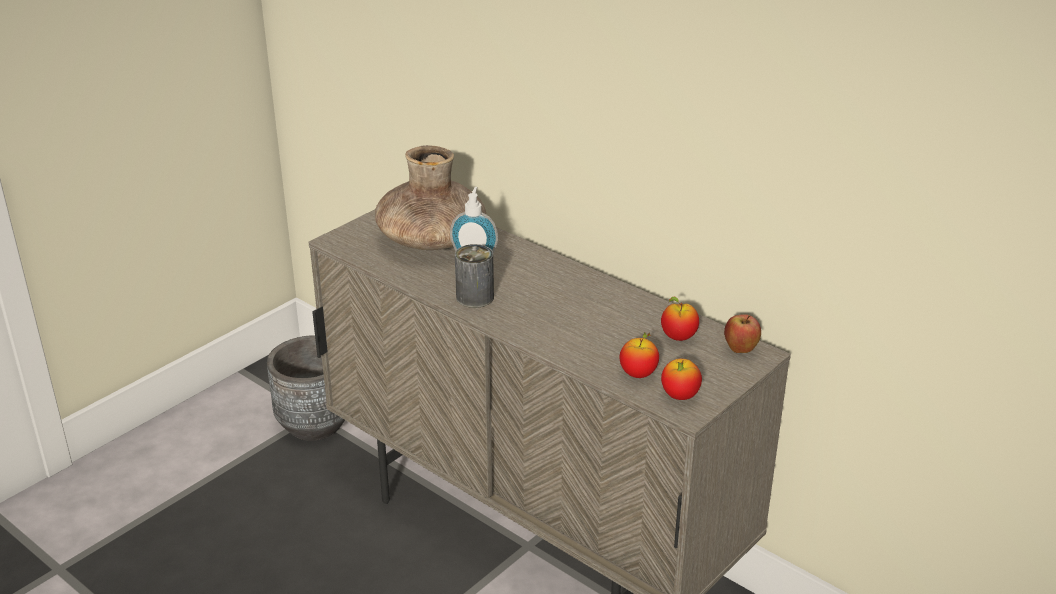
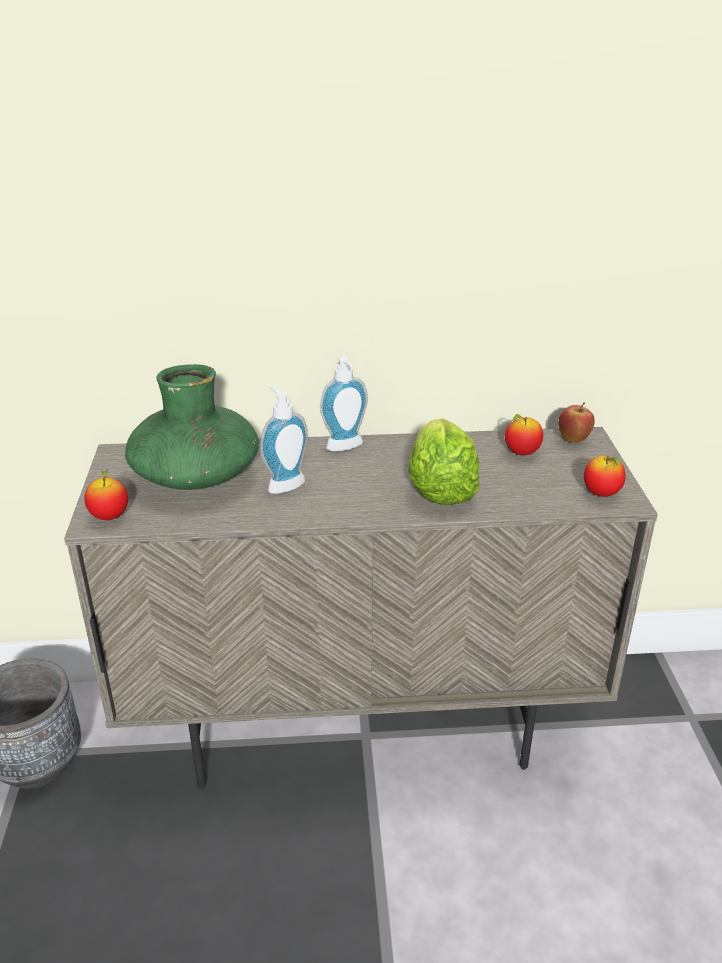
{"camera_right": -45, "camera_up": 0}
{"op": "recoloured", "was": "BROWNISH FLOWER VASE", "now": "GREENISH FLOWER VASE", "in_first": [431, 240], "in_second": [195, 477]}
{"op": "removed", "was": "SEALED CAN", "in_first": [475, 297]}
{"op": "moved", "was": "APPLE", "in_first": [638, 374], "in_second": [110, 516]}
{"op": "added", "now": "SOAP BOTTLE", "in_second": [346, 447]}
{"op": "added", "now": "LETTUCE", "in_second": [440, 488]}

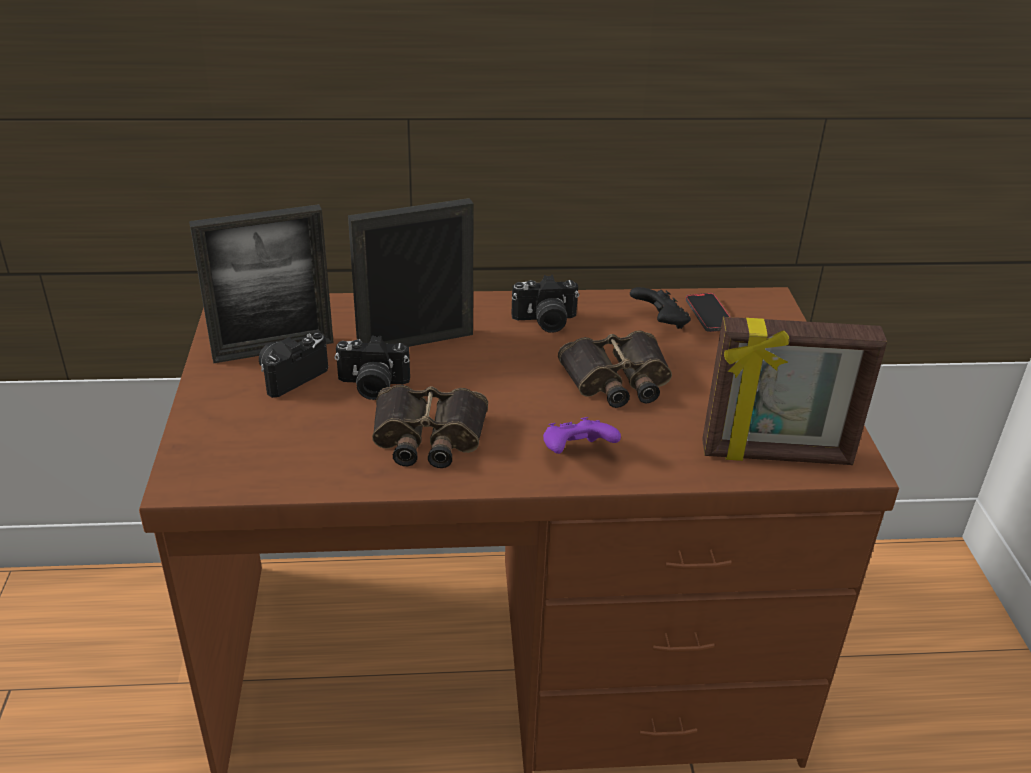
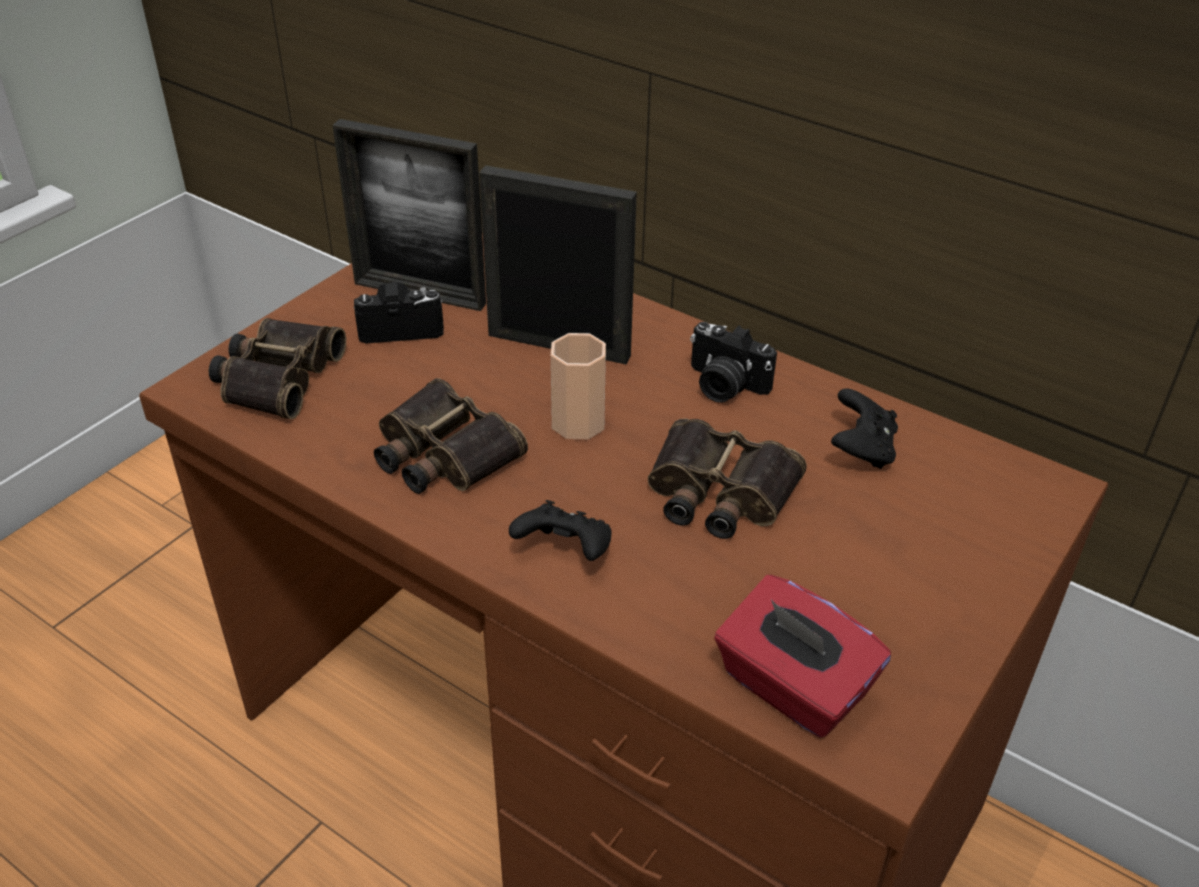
{"camera_right": 40, "camera_up": 5}
{"op": "removed", "was": "STILL CAMERA", "in_first": [372, 386]}
{"op": "recoloured", "was": "PURPLE-COLOURED JOYPAD", "now": "BLACK-COLOURED JOYPAD", "in_first": [577, 453], "in_second": [565, 551]}
{"op": "removed", "was": "HANDSET", "in_first": [709, 315]}
{"op": "replaced", "was": "PHOTO FRAME", "now": "RED TISSUE BOX", "in_first": [776, 456], "in_second": [792, 687]}
{"op": "added", "now": "FIELD GLASSES", "in_second": [276, 377]}
{"op": "added", "now": "CUP", "in_second": [578, 423]}

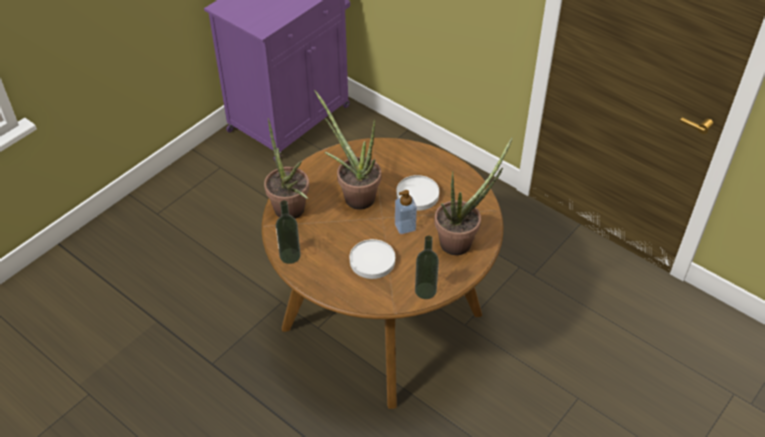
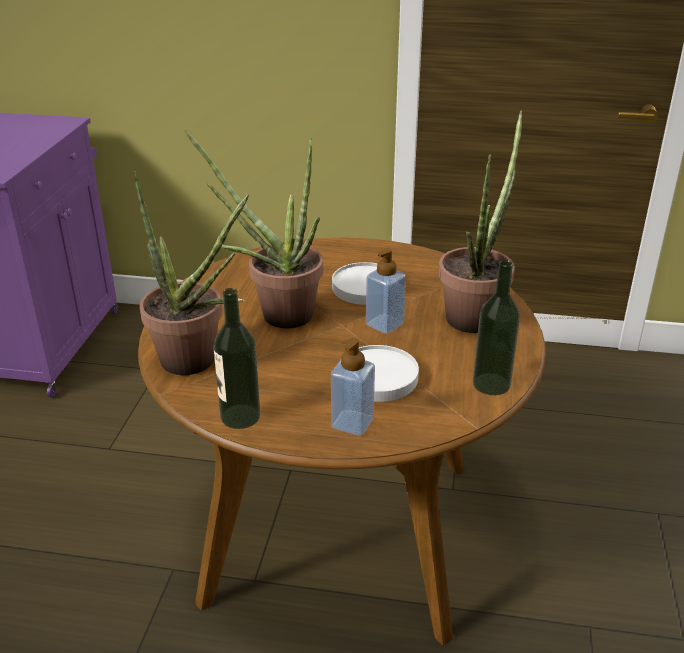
{"camera_right": -30, "camera_up": -15}
{"op": "added", "now": "SOAP BOTTLE", "in_second": [352, 423]}

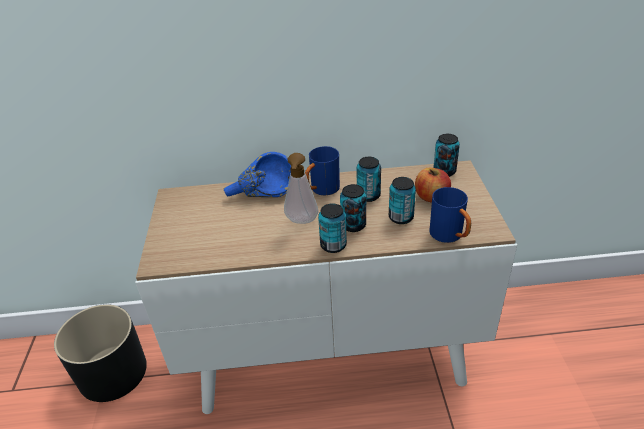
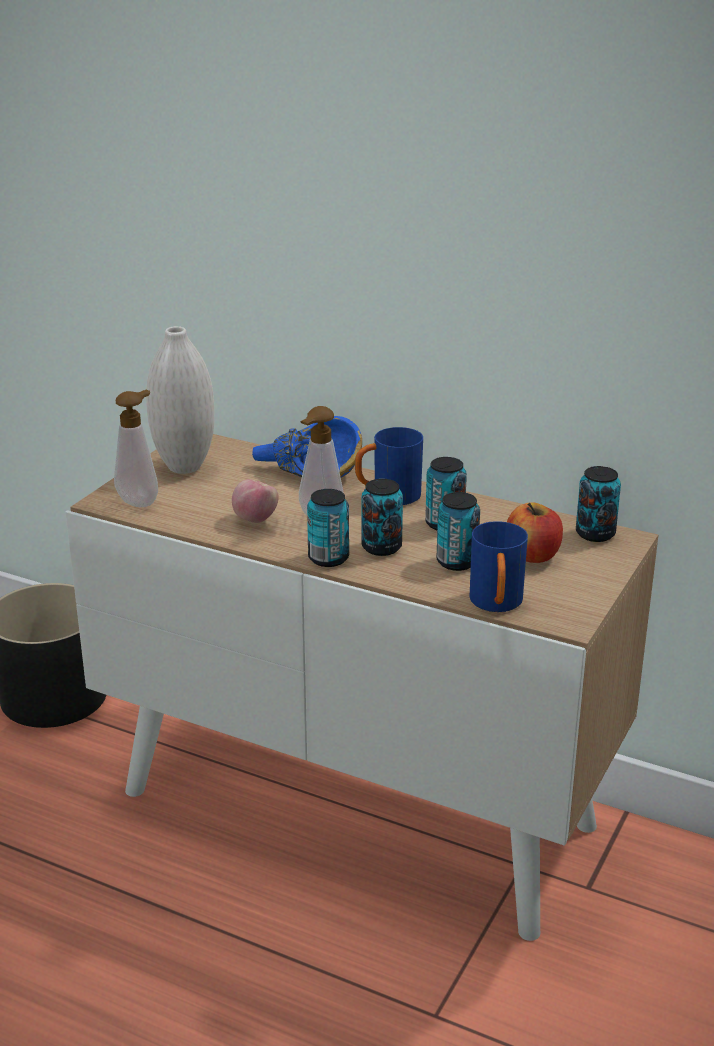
{"camera_right": 30, "camera_up": -10}
{"op": "added", "now": "SOAP BOTTLE", "in_second": [140, 501]}
{"op": "added", "now": "WHITE-COLOURED FLOWER VASE", "in_second": [184, 467]}
{"op": "added", "now": "APPLE", "in_second": [255, 519]}

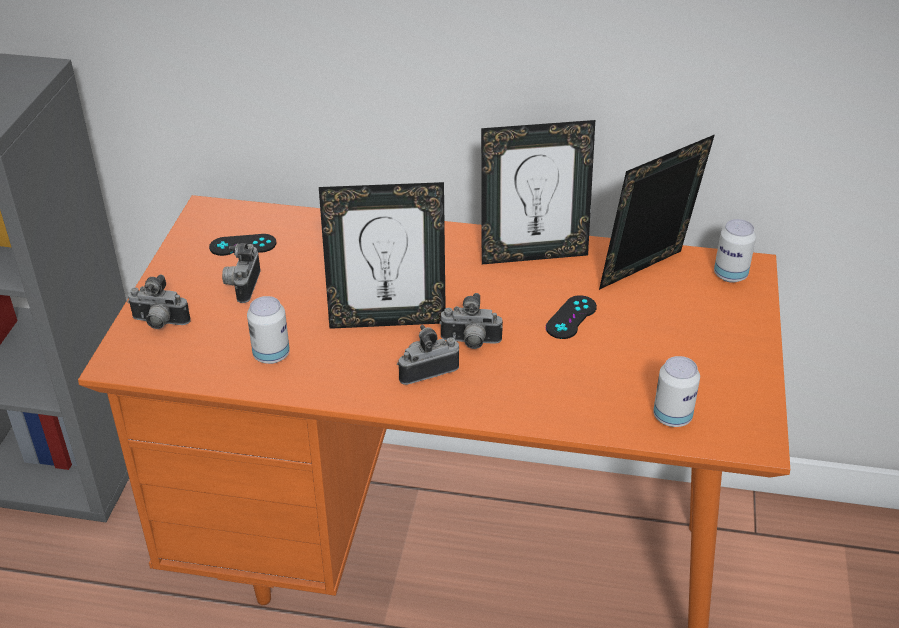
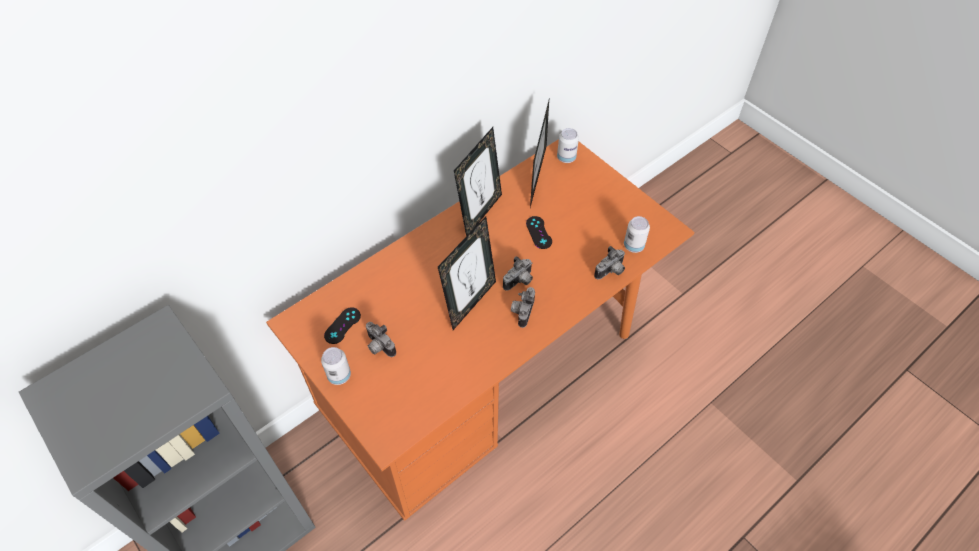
{"camera_right": -50, "camera_up": 15}
{"op": "moved", "was": "STILL CAMERA", "in_first": [159, 323], "in_second": [611, 272]}
{"op": "moved", "was": "SEALED CAN", "in_first": [271, 355], "in_second": [339, 375]}

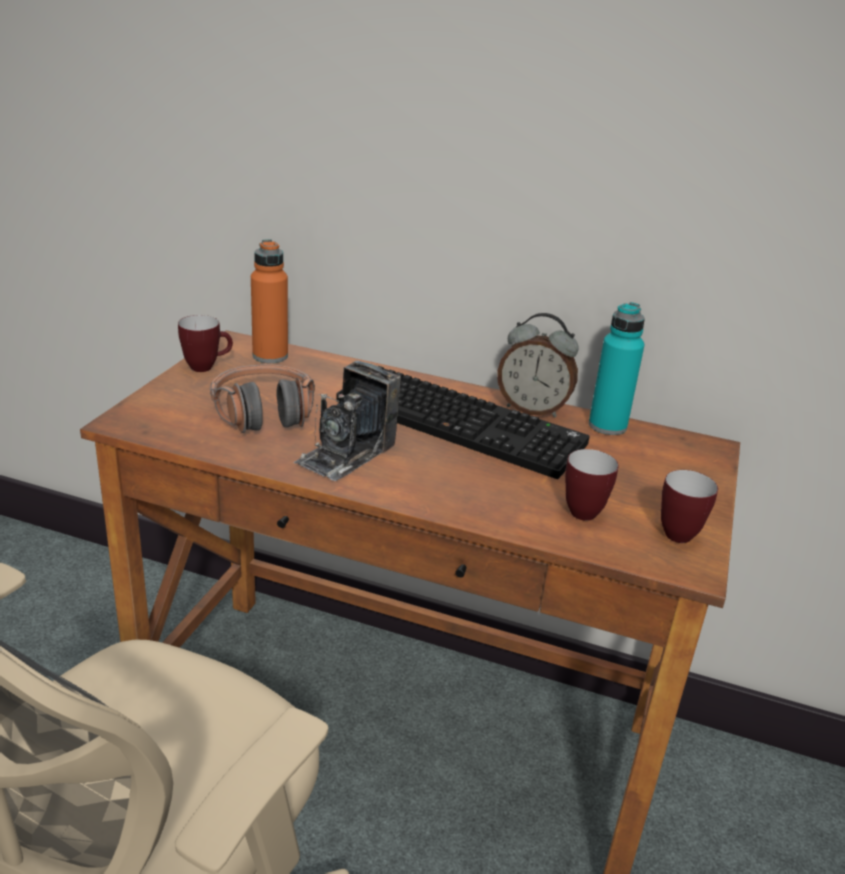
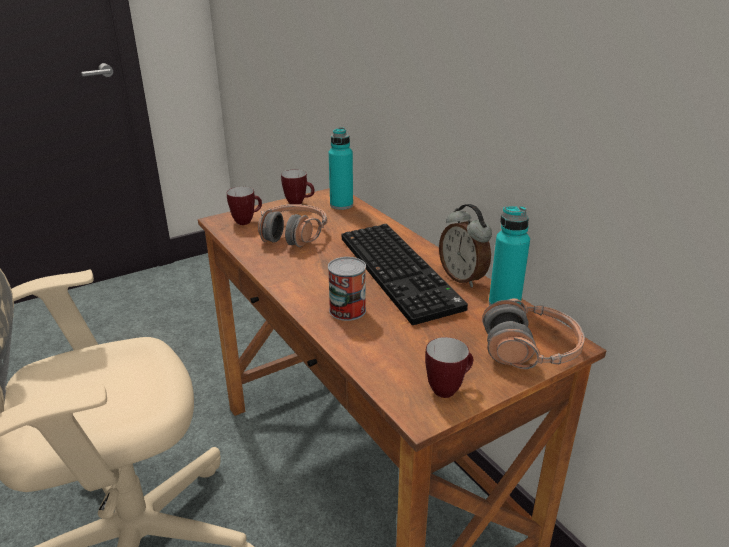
{"camera_right": 40, "camera_up": 0}
{"op": "recoloured", "was": "ORANGE-COLOURED BEVERAGE BOTTLE", "now": "TURQUOISE BEVERAGE BOTTLE", "in_first": [270, 356], "in_second": [341, 205]}
{"op": "removed", "was": "STILL CAMERA", "in_first": [346, 453]}
{"op": "moved", "was": "COFFEE MUG", "in_first": [583, 509], "in_second": [247, 221]}
{"op": "added", "now": "SEALED CAN", "in_second": [347, 310]}
{"op": "added", "now": "HEADSET", "in_second": [530, 350]}

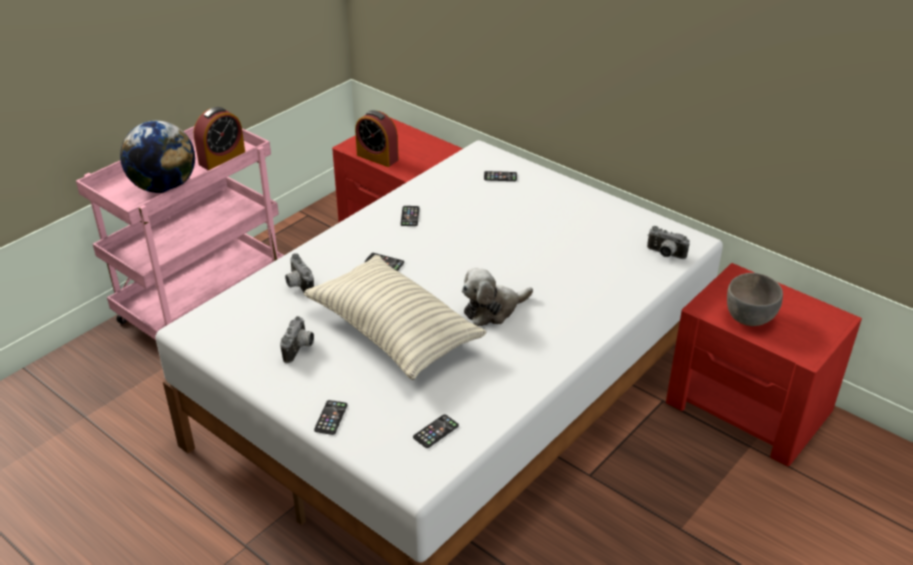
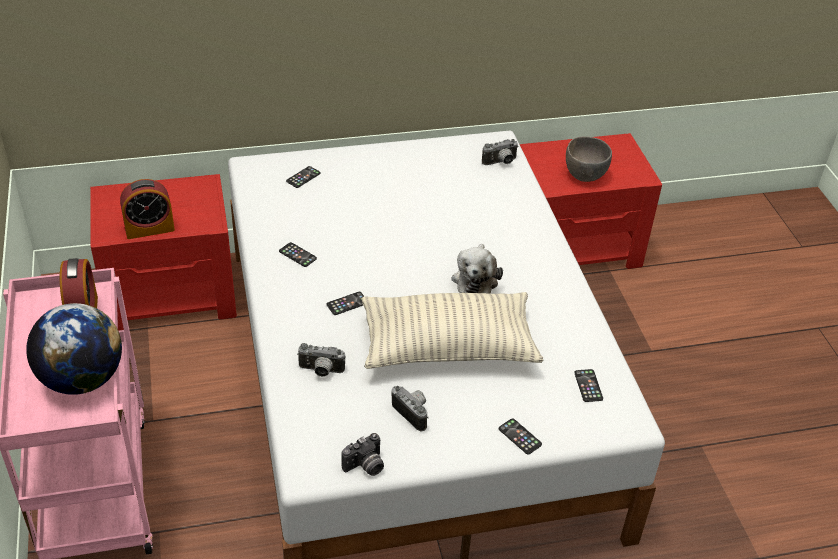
{"camera_right": -55, "camera_up": 5}
{"op": "added", "now": "STILL CAMERA", "in_second": [365, 466]}

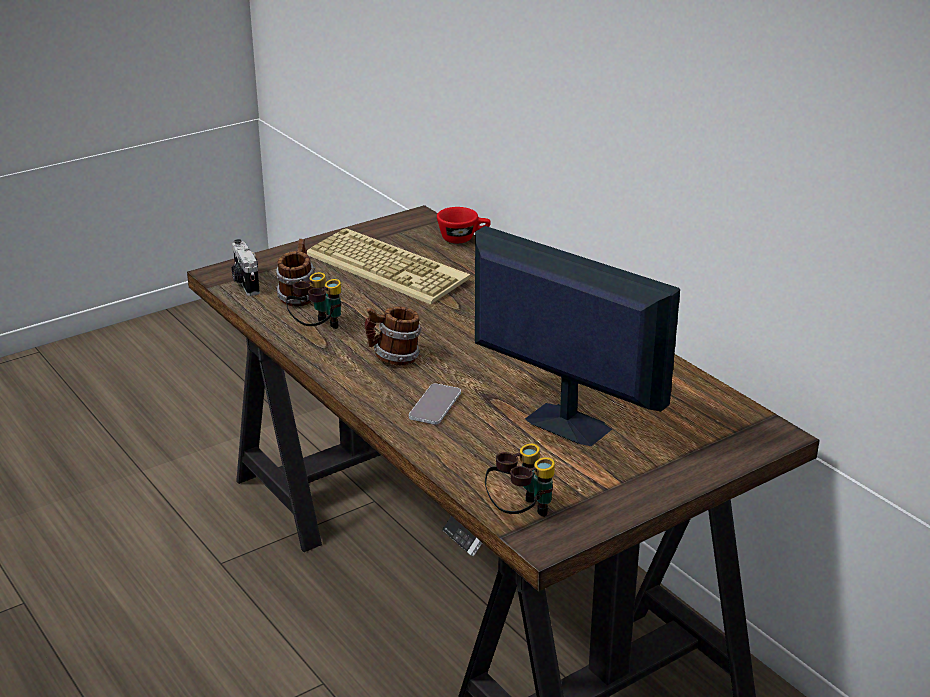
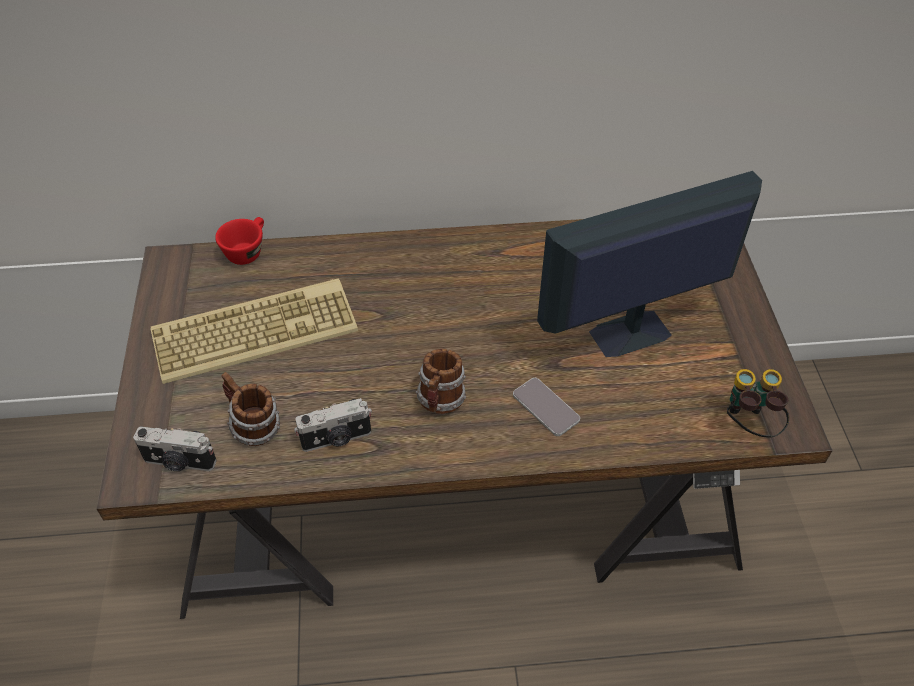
{"camera_right": -60, "camera_up": 20}
{"op": "replaced", "was": "FIELD GLASSES", "now": "STILL CAMERA", "in_first": [317, 329], "in_second": [336, 439]}

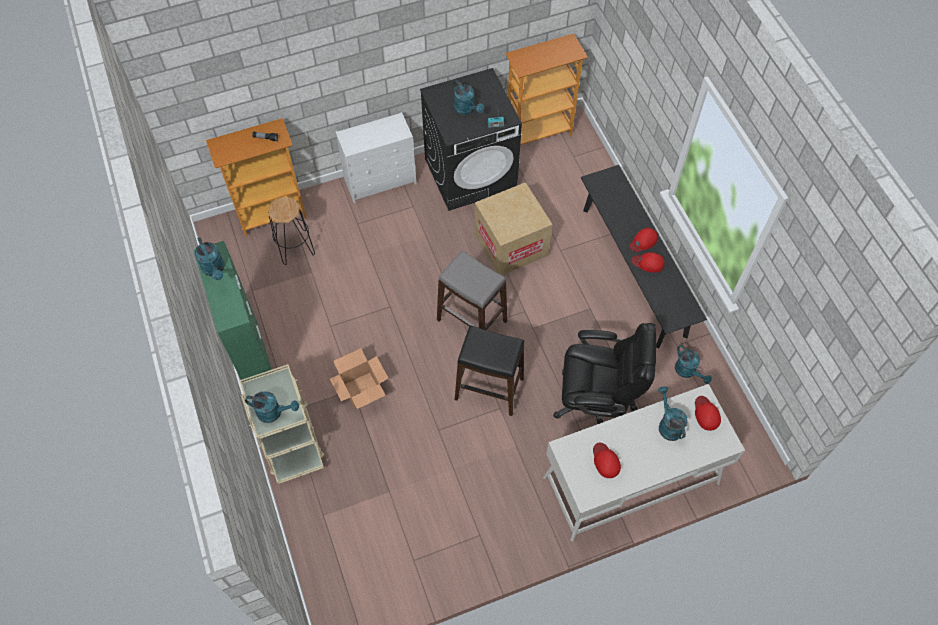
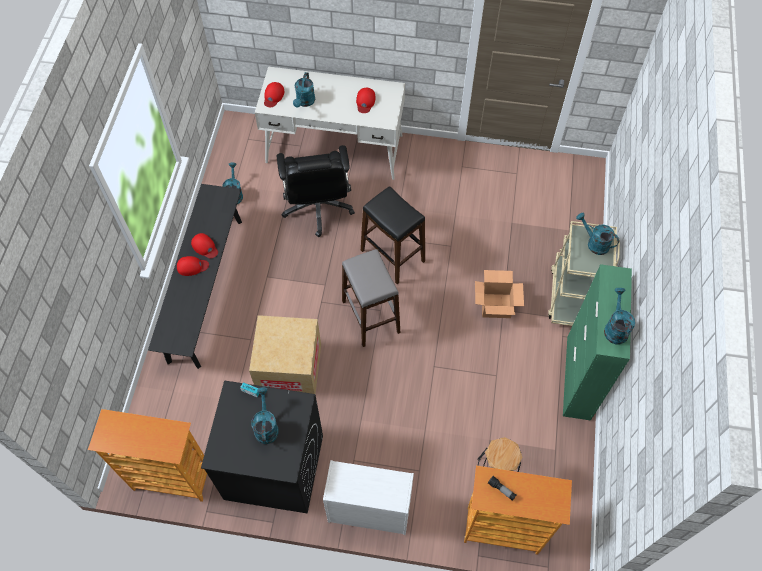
{"camera_right": -150, "camera_up": 0}
{"op": "turned", "was": "BLACK-COLOURED OFFICE CHAIR", "in_first": [596, 401], "in_second": [318, 207], "clockwise": -135}

